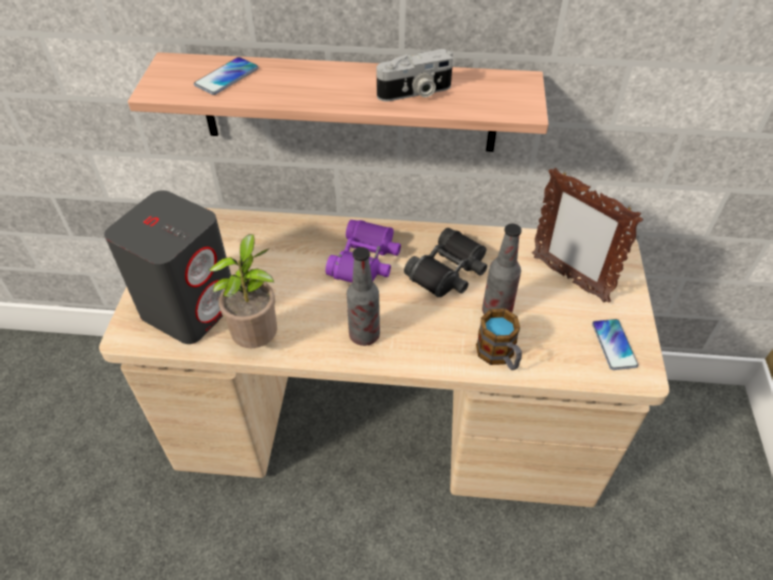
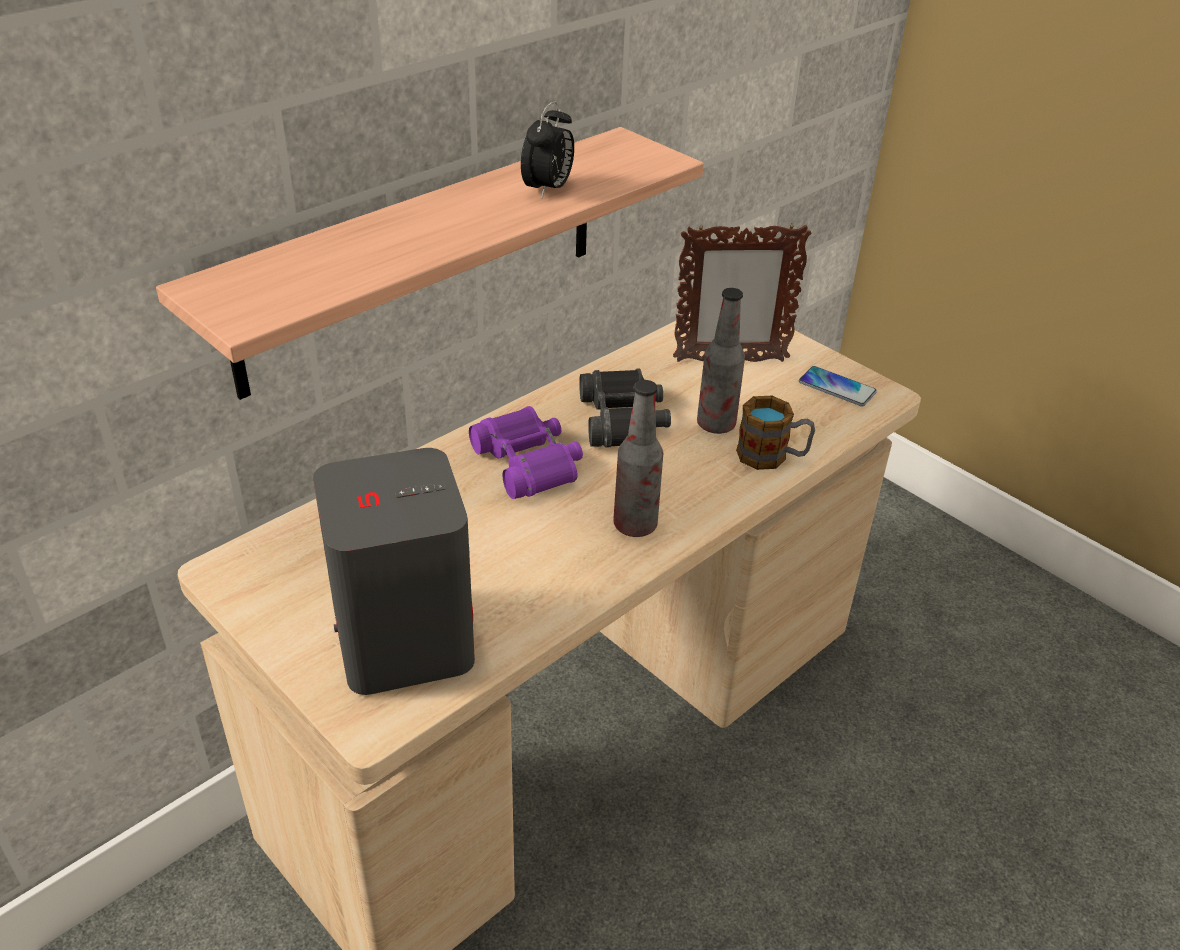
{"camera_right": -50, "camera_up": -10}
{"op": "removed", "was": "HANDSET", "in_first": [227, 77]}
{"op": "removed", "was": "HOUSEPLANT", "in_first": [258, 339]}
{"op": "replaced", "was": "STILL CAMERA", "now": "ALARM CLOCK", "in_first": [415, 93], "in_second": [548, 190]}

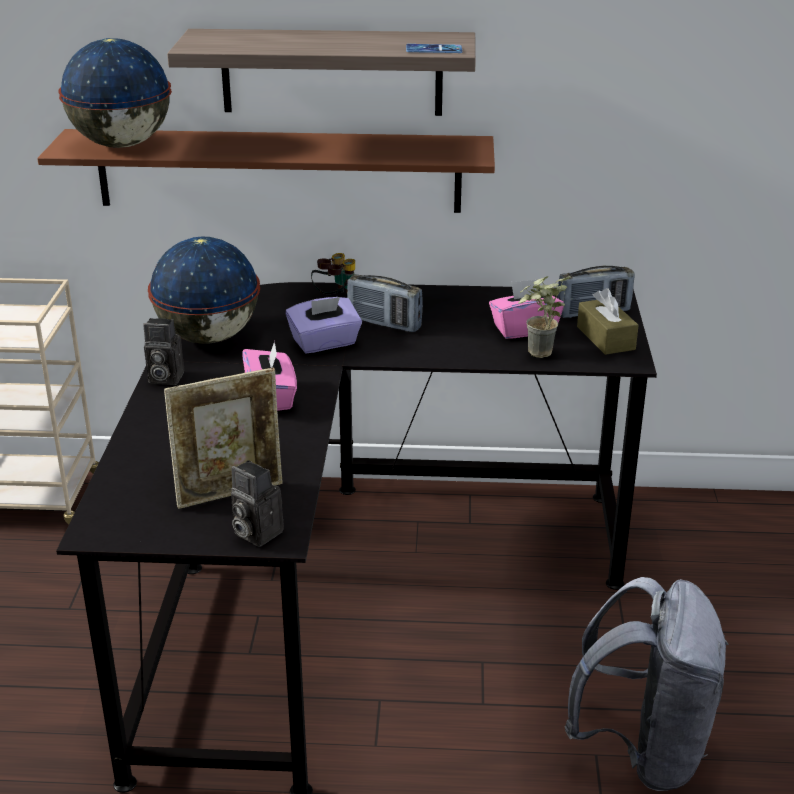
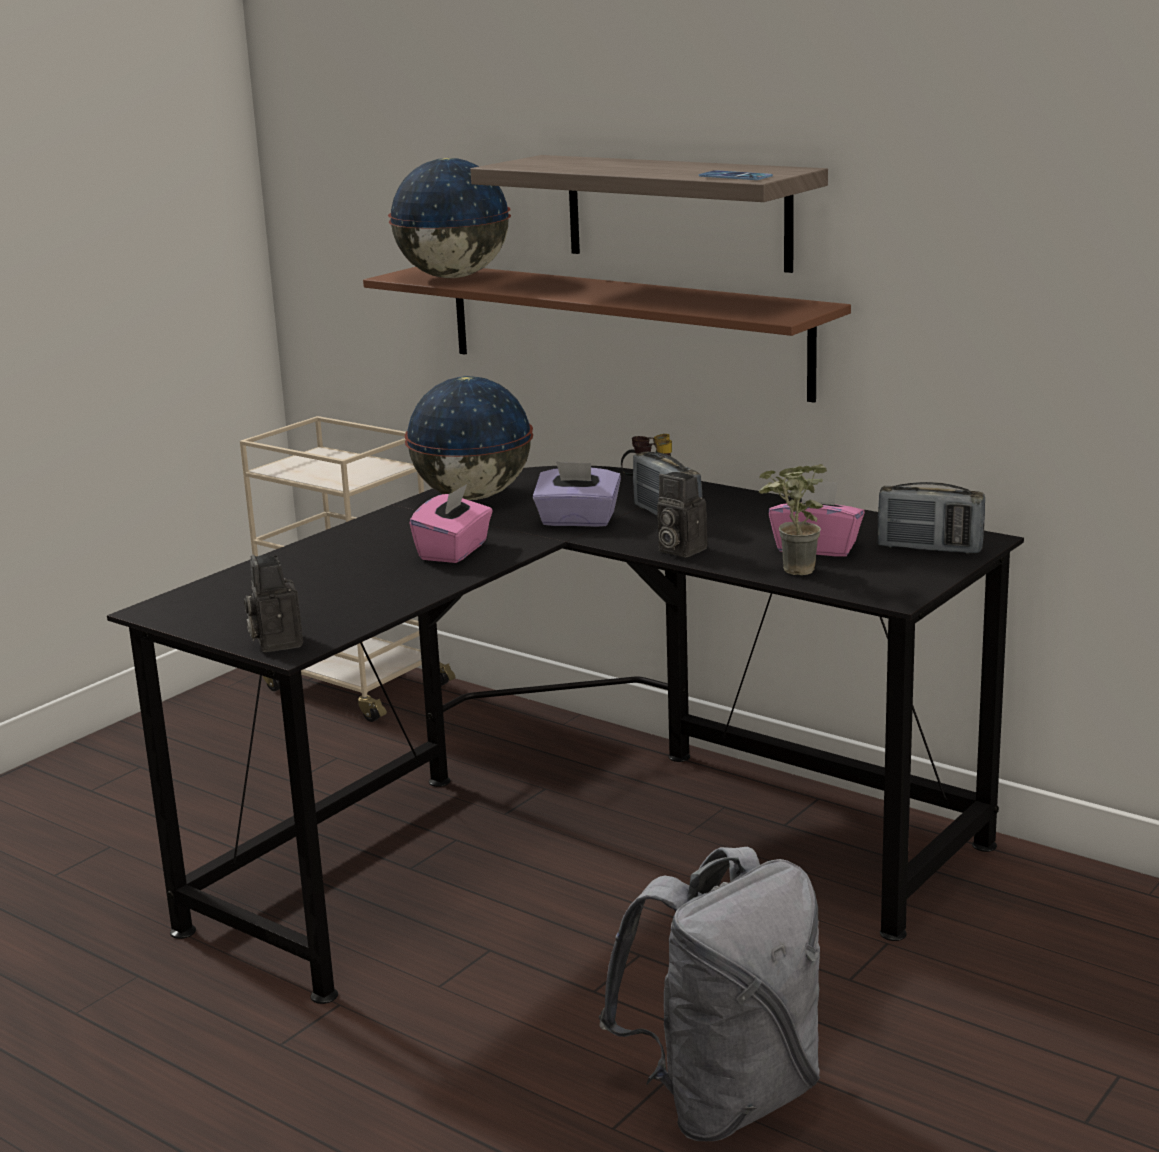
{"camera_right": 35, "camera_up": -10}
{"op": "moved", "was": "STILL CAMERA", "in_first": [163, 378], "in_second": [678, 550]}
{"op": "removed", "was": "PHOTO FRAME", "in_first": [230, 492]}
{"op": "removed", "was": "BROWNISH TISSUE BOX", "in_first": [605, 338]}

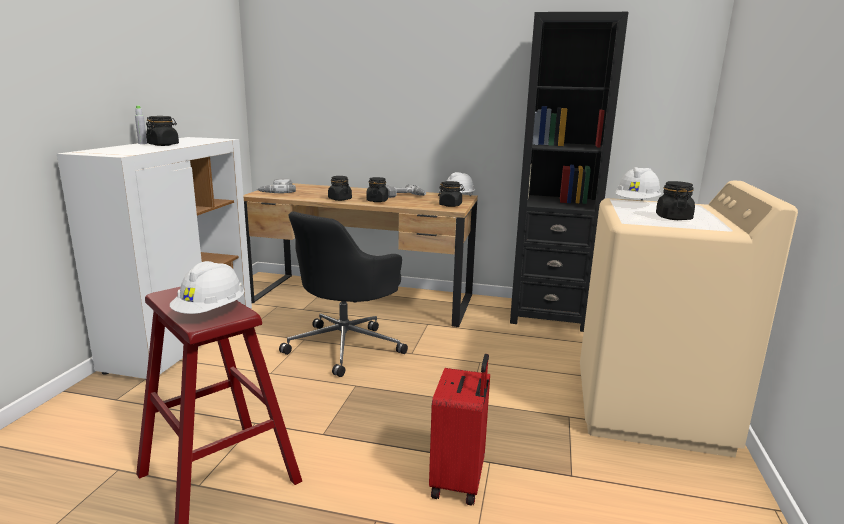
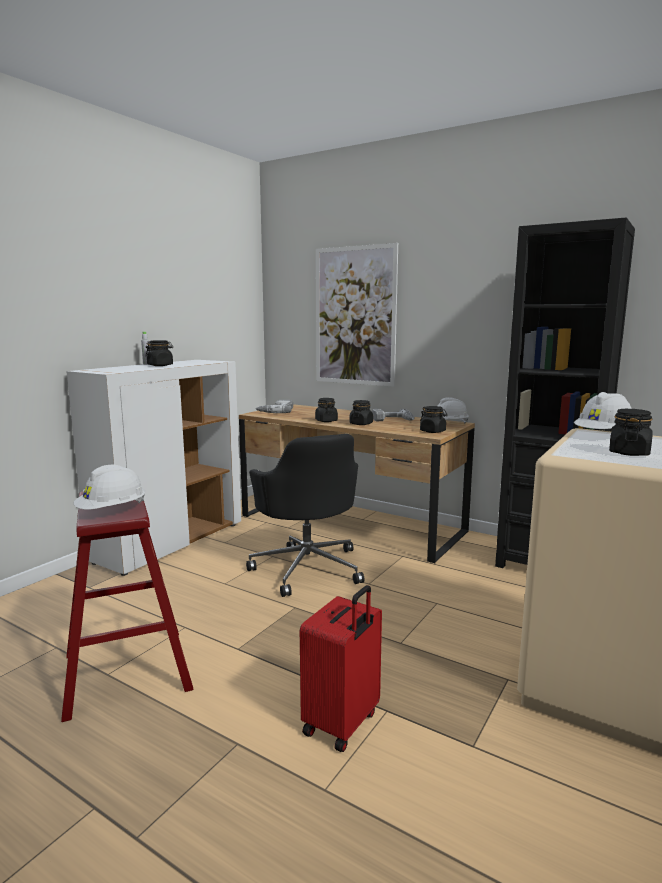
{"camera_right": 20, "camera_up": -5}
{"op": "turned", "was": "BLACK-COLOURED OFFICE CHAIR", "in_first": [346, 346], "in_second": [307, 567], "clockwise": -75}
{"op": "added", "now": "PICTURE", "in_second": [355, 316]}

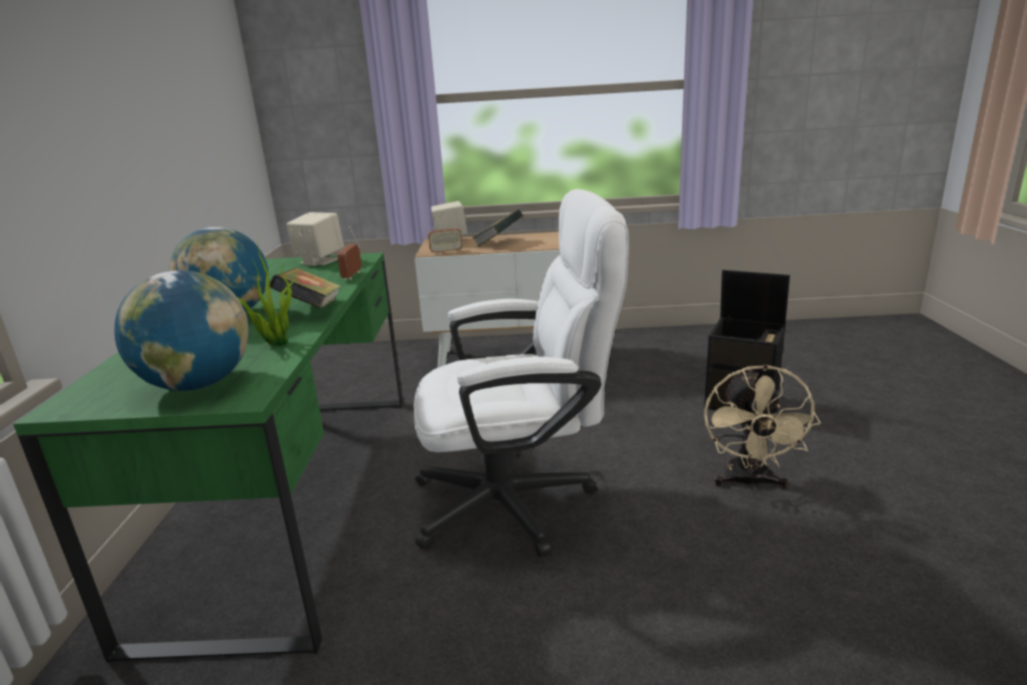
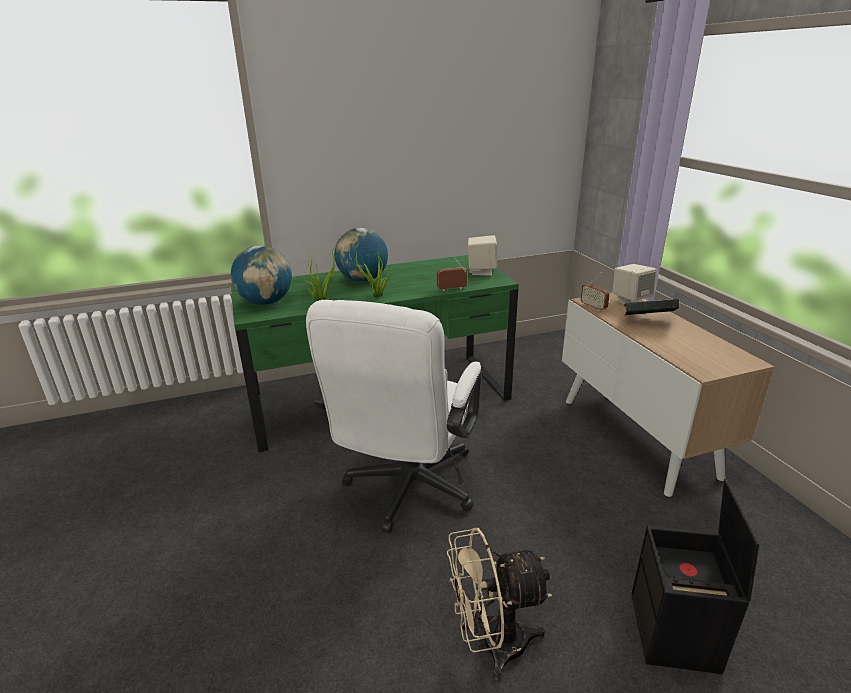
{"camera_right": 70, "camera_up": 5}
{"op": "replaced", "was": "BOUND BOOK", "now": "HOUSEPLANT", "in_first": [311, 310], "in_second": [377, 296]}
{"op": "turned", "was": "WHITE-COLOURED OFFICE CHAIR", "in_first": [520, 501], "in_second": [406, 492], "clockwise": 45}

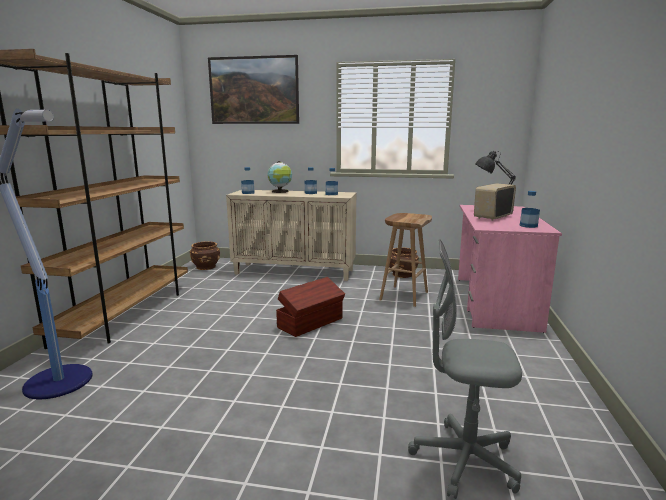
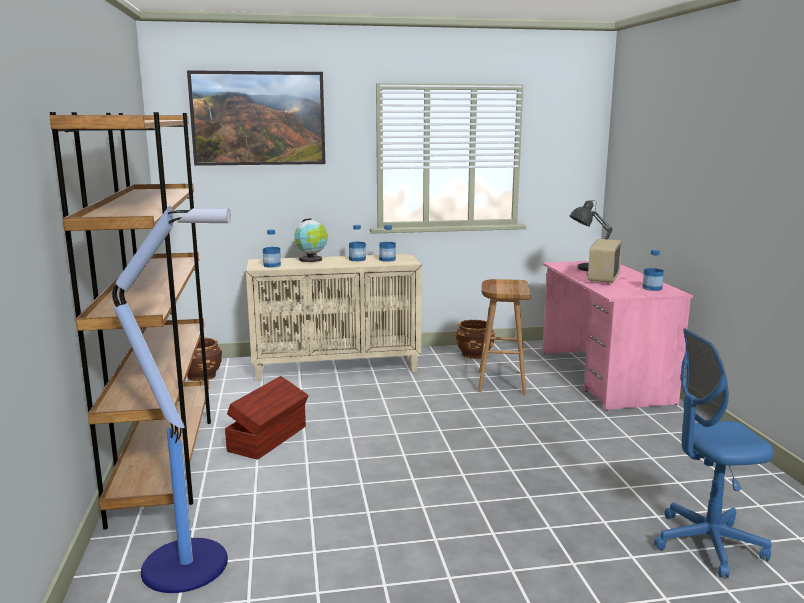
{"camera_right": -20, "camera_up": 0}
{"op": "moved", "was": "BROWNISH STORAGE CONTAINER", "in_first": [311, 323], "in_second": [269, 438]}
{"op": "recoloured", "was": "GREYISH OFFICE CHAIR", "now": "BLUE-COLOURED OFFICE CHAIR", "in_first": [464, 460], "in_second": [707, 544]}

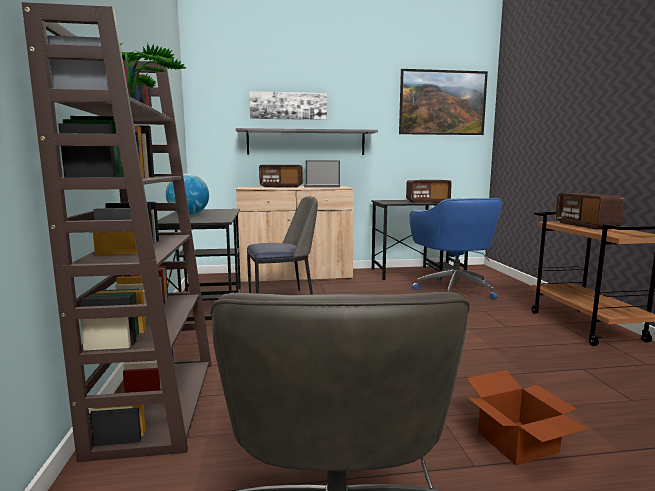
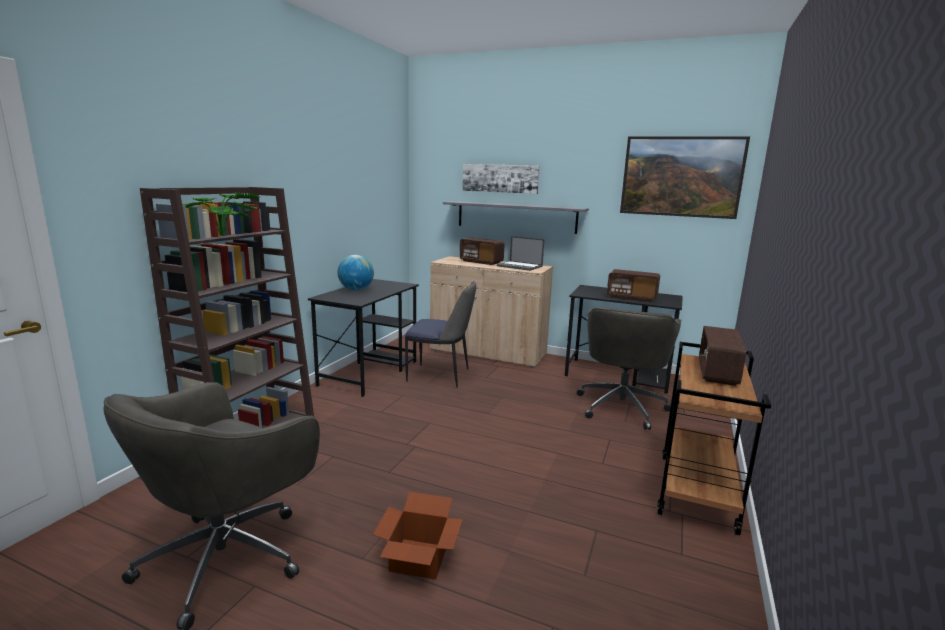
{"camera_right": 30, "camera_up": 5}
{"op": "recoloured", "was": "BLUE-COLOURED OFFICE CHAIR", "now": "GREYISH OFFICE CHAIR", "in_first": [453, 289], "in_second": [621, 406]}

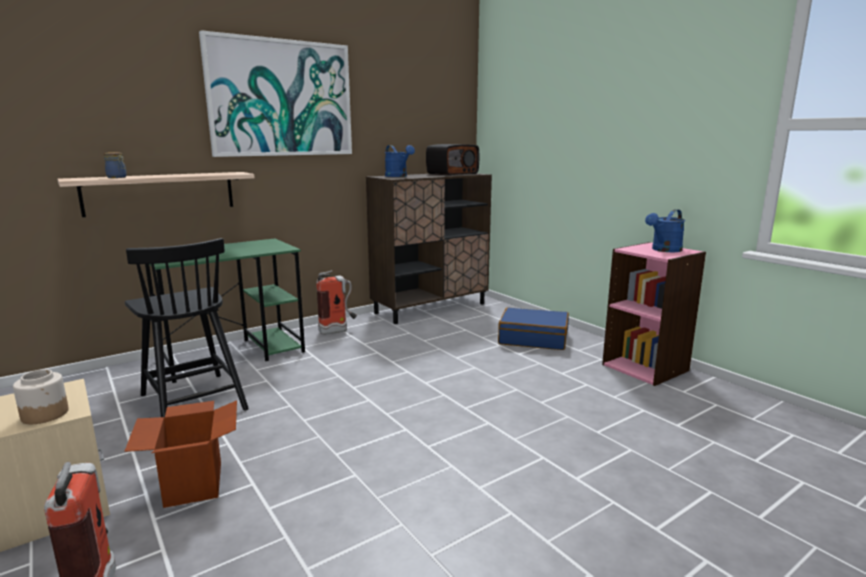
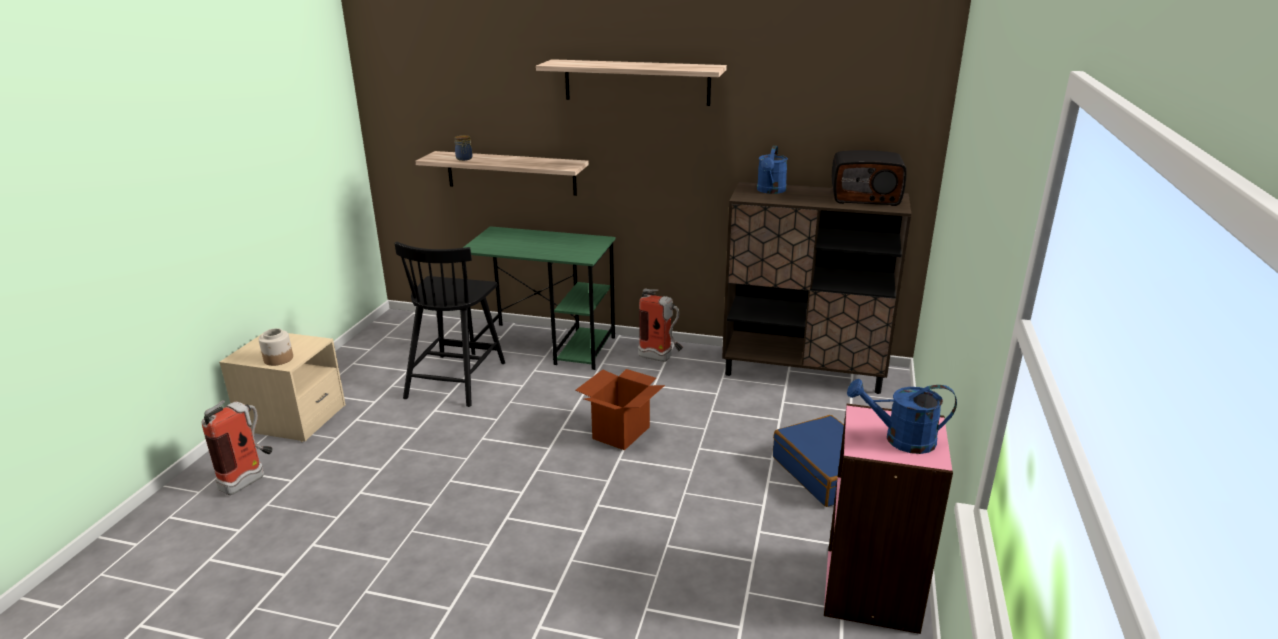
{"camera_right": 50, "camera_up": 10}
{"op": "moved", "was": "CARDBOARD BOX", "in_first": [193, 483], "in_second": [621, 432]}
{"op": "replaced", "was": "PICTURE", "now": "WALL SHELF", "in_first": [281, 98], "in_second": [636, 82]}

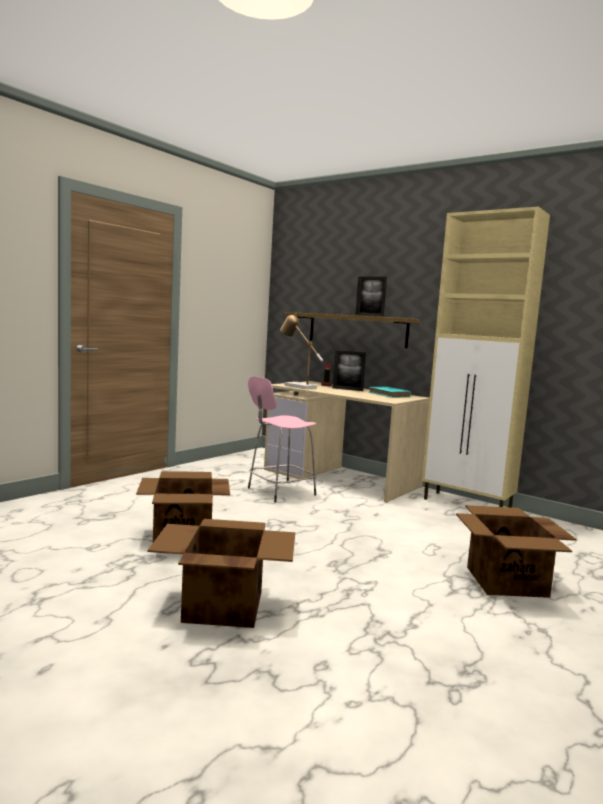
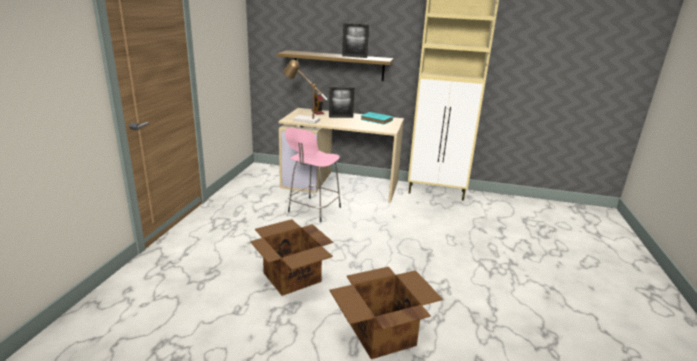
{"camera_right": -25, "camera_up": 15}
{"op": "removed", "was": "CARDBOARD BOX", "in_first": [506, 582]}

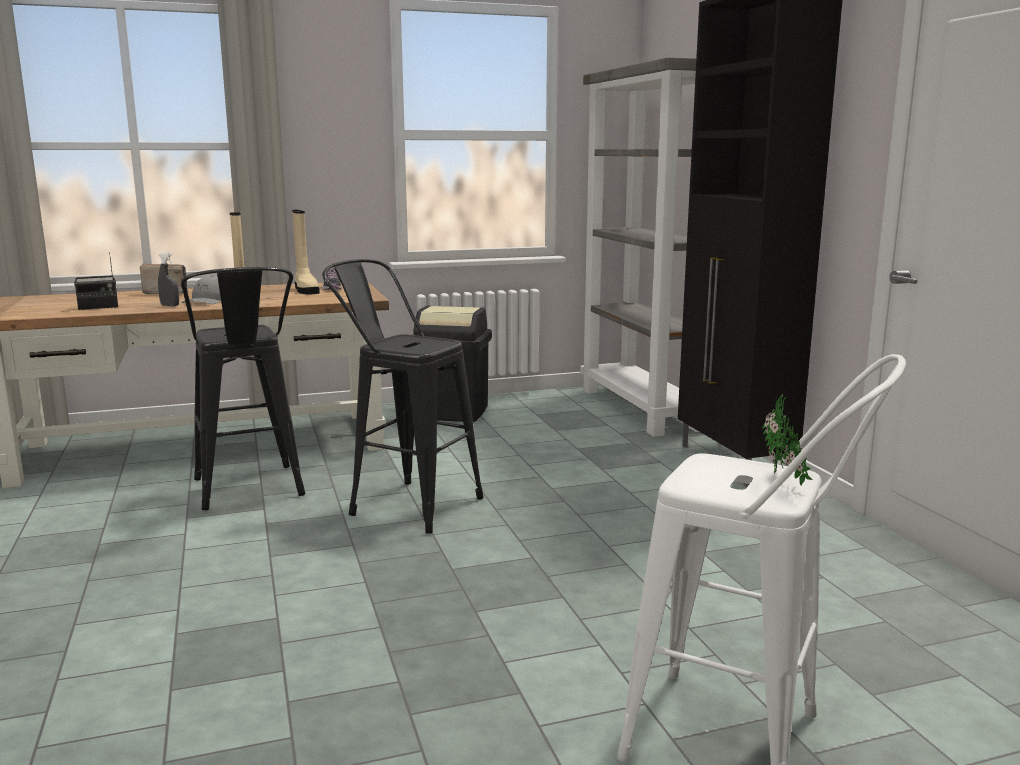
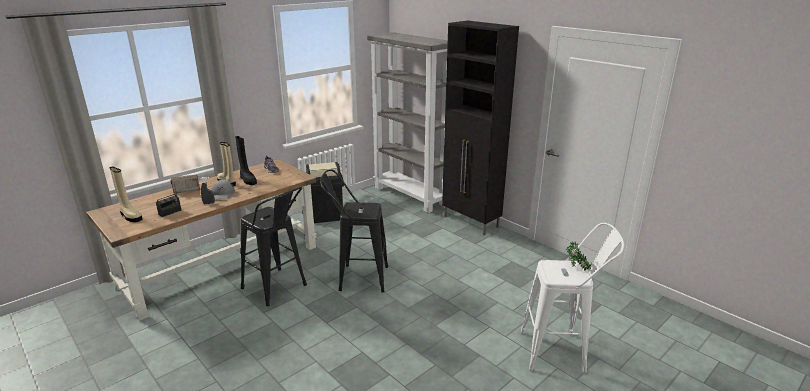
{"camera_right": -25, "camera_up": 10}
{"op": "moved", "was": "BEIGE TALL BOOT", "in_first": [305, 290], "in_second": [130, 216]}
{"op": "added", "now": "BLACK-COLOURED TALL BOOT", "in_second": [247, 180]}

